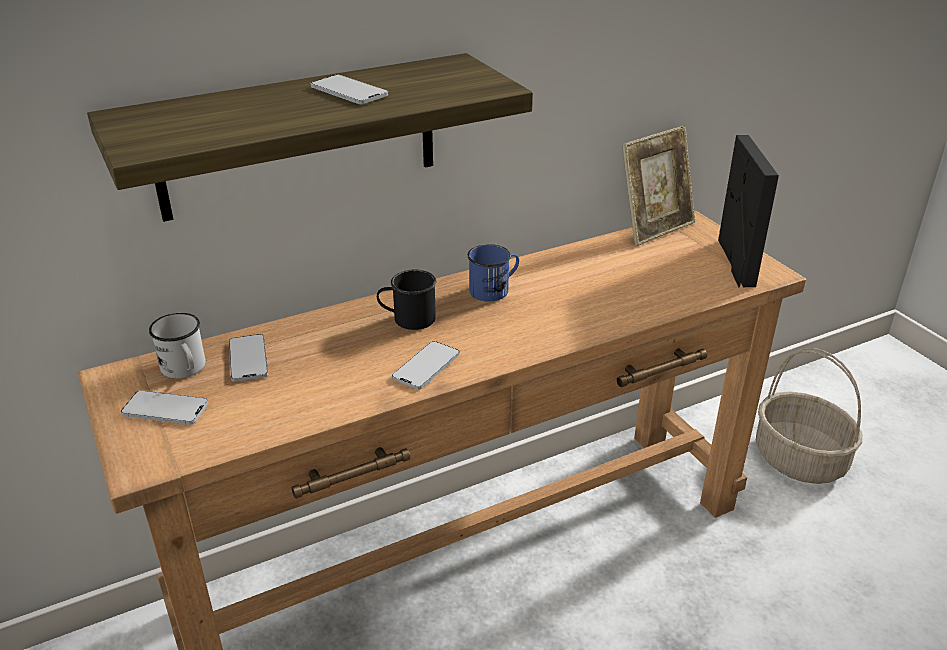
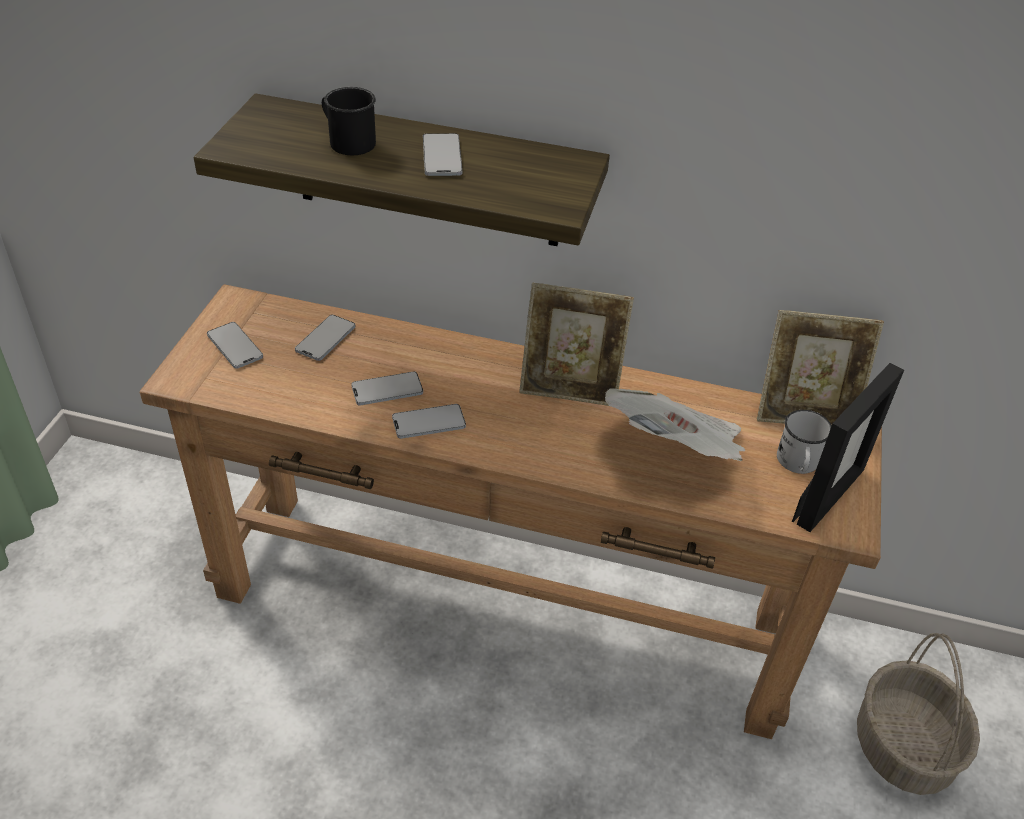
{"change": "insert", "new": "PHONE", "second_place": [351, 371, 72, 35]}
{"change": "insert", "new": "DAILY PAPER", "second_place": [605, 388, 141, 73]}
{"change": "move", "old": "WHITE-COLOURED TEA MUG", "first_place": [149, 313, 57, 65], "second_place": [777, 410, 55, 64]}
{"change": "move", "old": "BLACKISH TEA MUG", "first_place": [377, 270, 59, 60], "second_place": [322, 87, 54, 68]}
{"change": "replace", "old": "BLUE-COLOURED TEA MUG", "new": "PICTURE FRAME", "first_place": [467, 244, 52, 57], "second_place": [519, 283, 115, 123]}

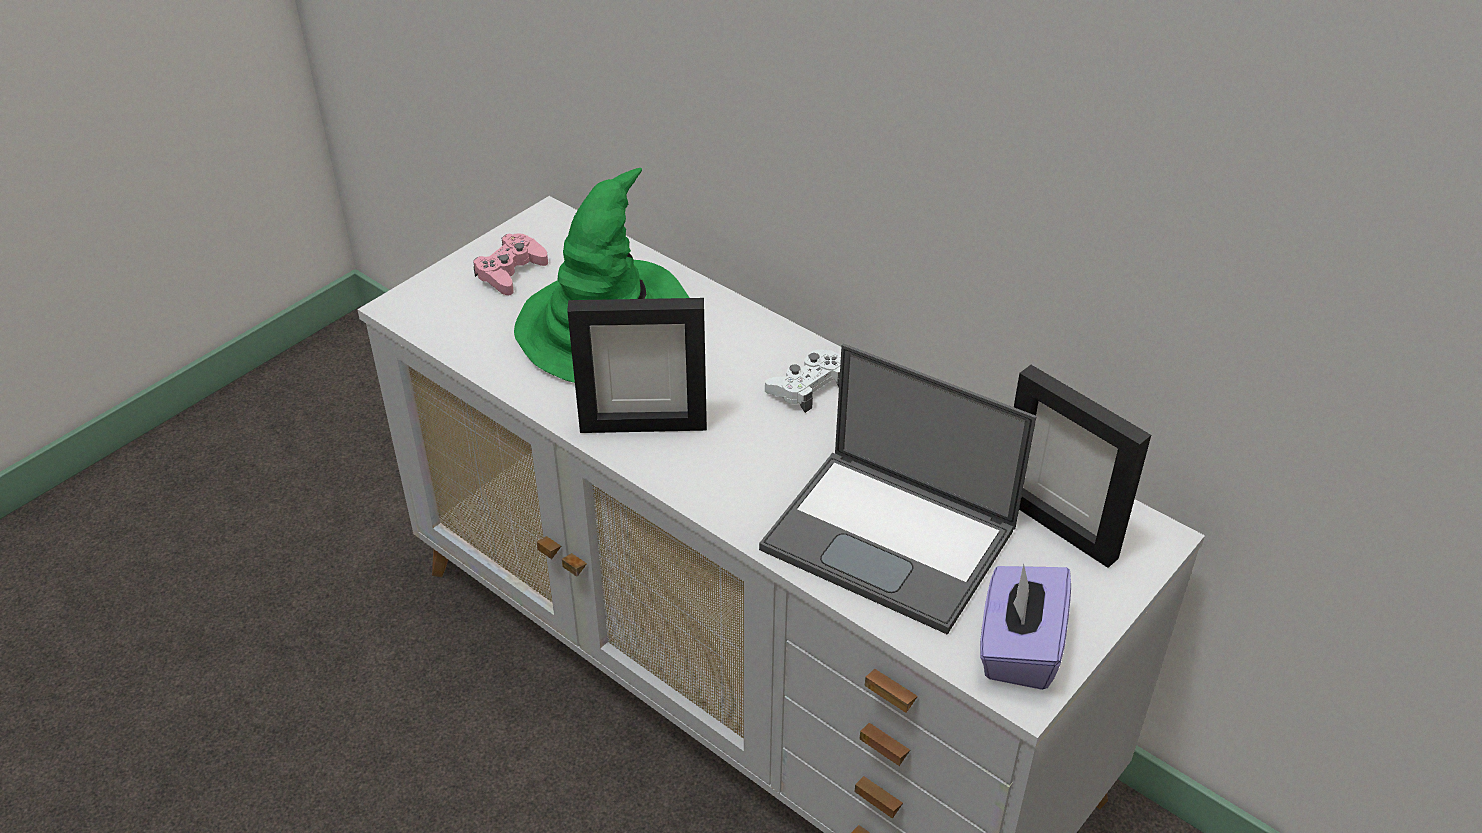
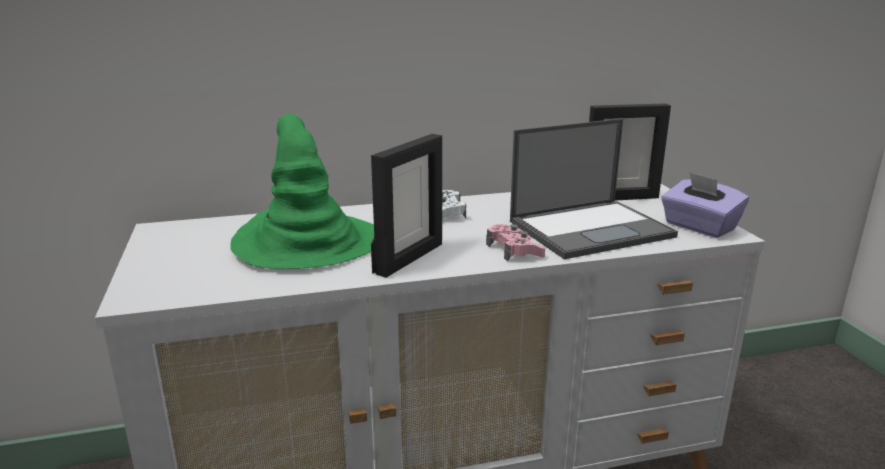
{"change": "move", "old": "PINKISH GAMEPAD", "first_place": [473, 233, 75, 62], "second_place": [486, 224, 59, 37]}

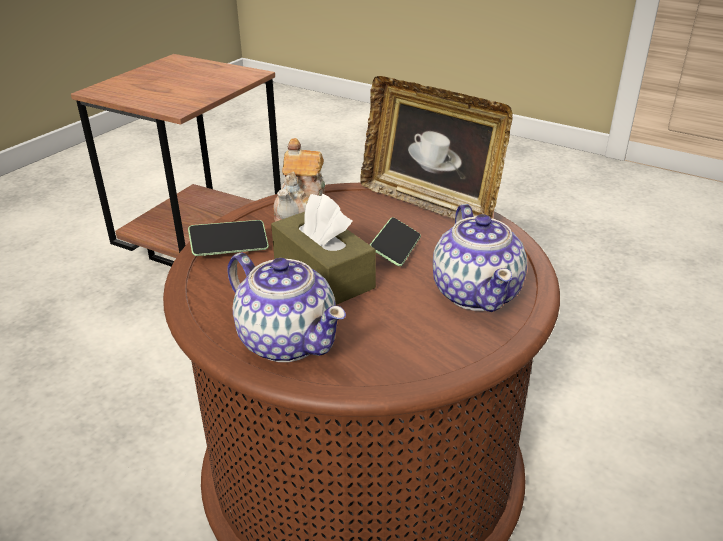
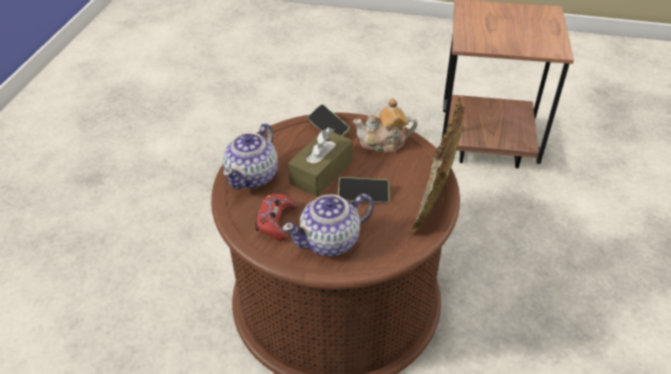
{"change": "insert", "new": "REDDISH GAMEPAD", "second_place": [255, 193, 41, 48]}

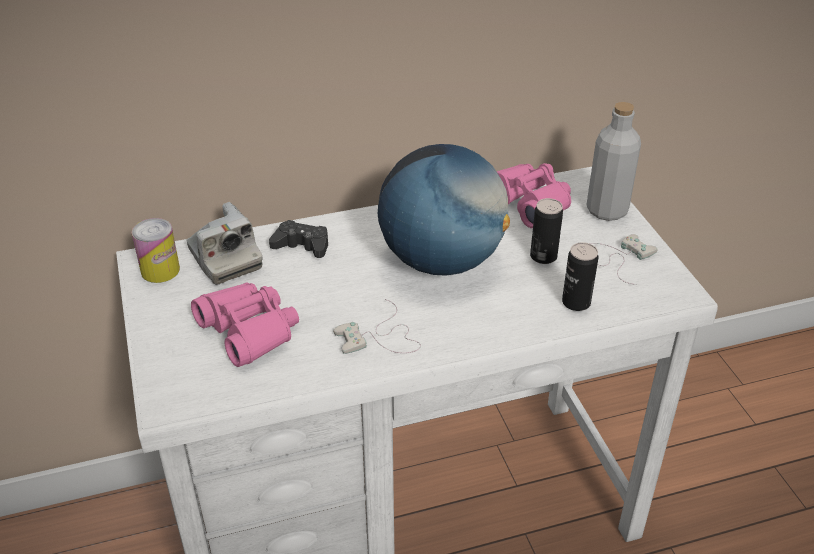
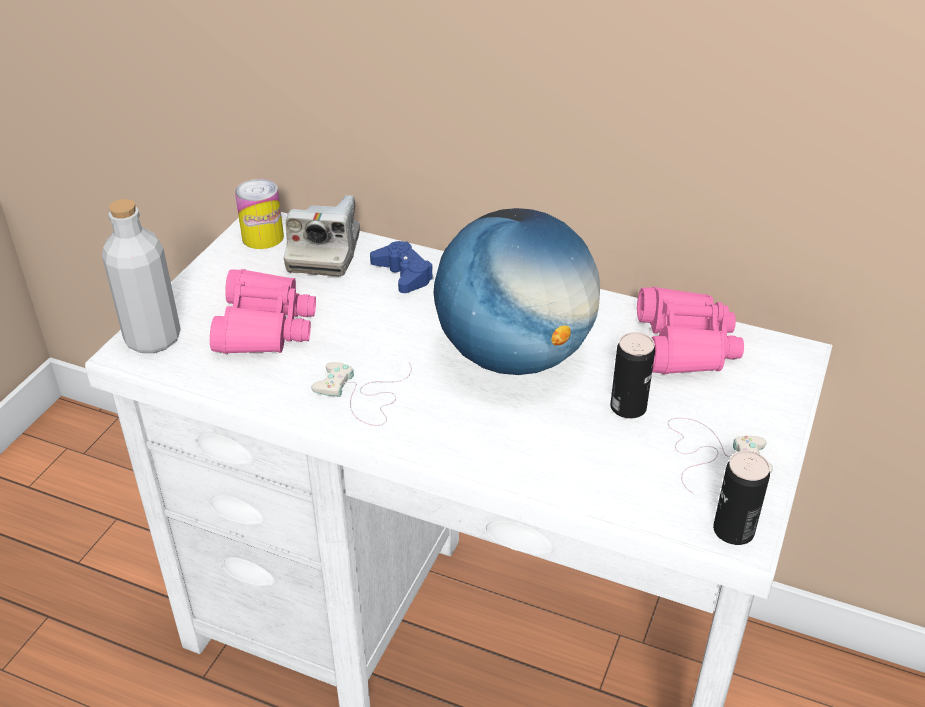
{"change": "move", "old": "SEALED CAN", "first_place": [562, 242, 36, 69], "second_place": [713, 451, 57, 94]}
{"change": "move", "old": "GREYISH DRINK BOTTLE", "first_place": [586, 102, 55, 119], "second_place": [102, 199, 79, 154]}
{"change": "recolor", "old": "BLACKISH GAMEPAD", "new": "BLUE-COLOURED GAMEPAD", "first_place": [269, 220, 59, 38], "second_place": [370, 241, 64, 52]}

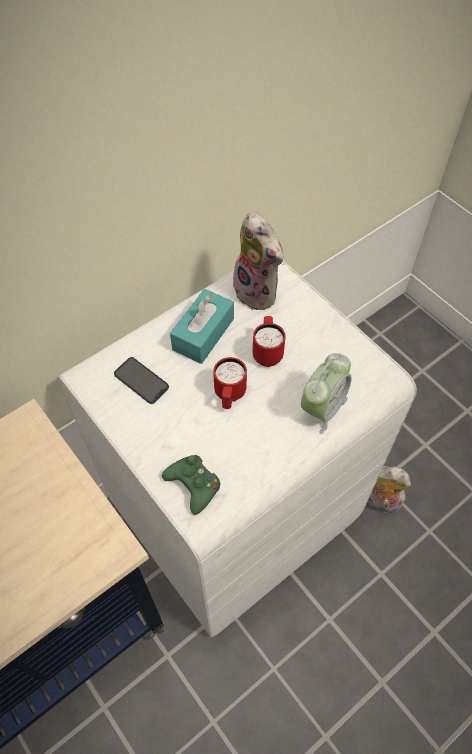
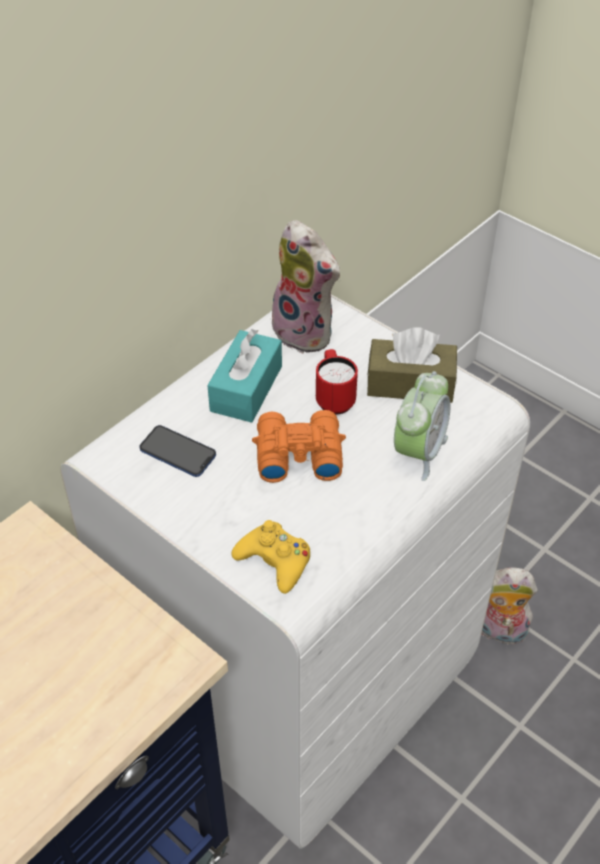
{"change": "insert", "new": "BROWN TISSUE HOLDER", "second_place": [367, 327, 90, 76]}
{"change": "replace", "old": "REDDISH TEA MUG", "new": "ORANGE-COLOURED PAIR OF BINOCULARS", "first_place": [213, 357, 34, 52], "second_place": [252, 410, 94, 73]}
{"change": "recolor", "old": "GREEN-COLOURED GAMEPAD", "new": "YELLOW GAMEPAD", "first_place": [162, 455, 58, 60], "second_place": [231, 520, 79, 74]}

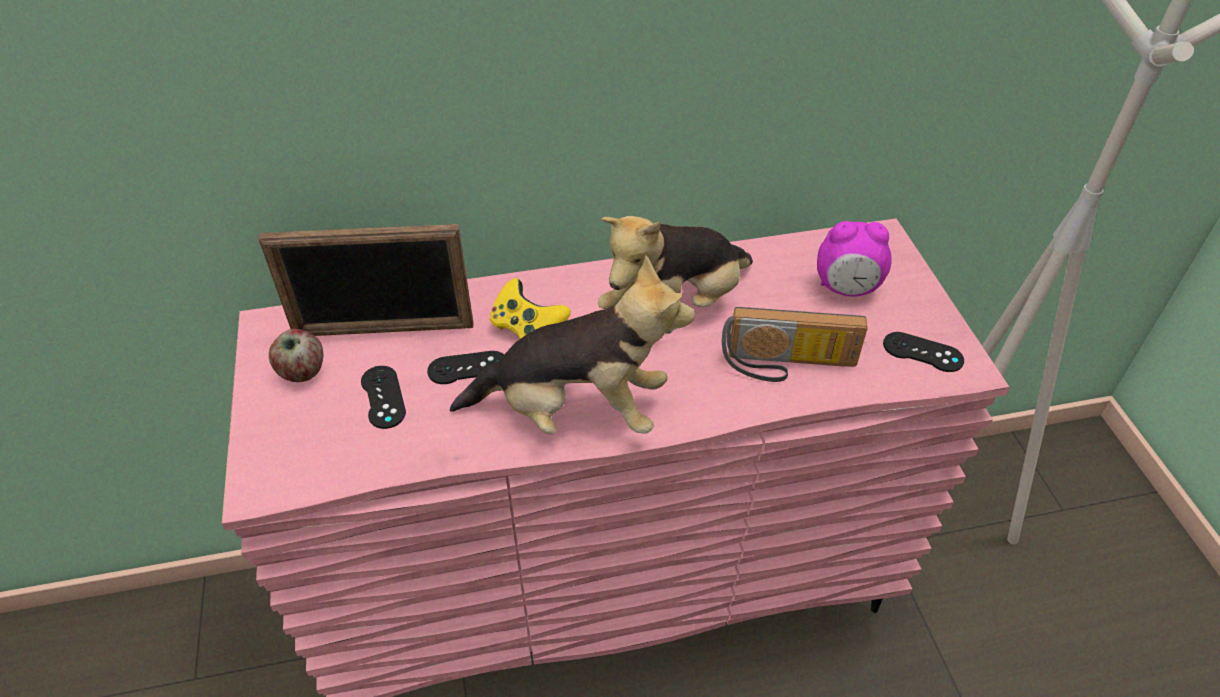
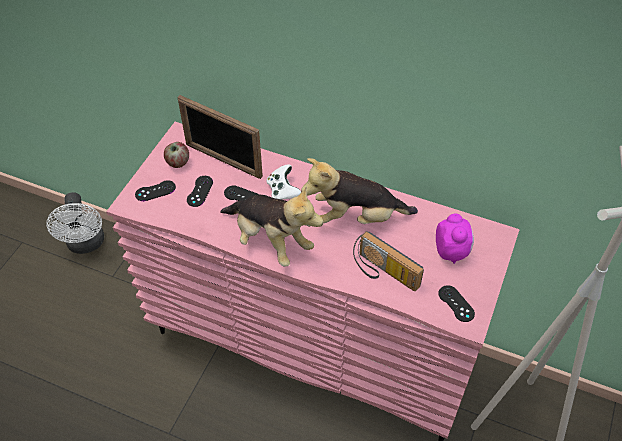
{"change": "insert", "new": "WHITE-COLOURED COOLING FAN", "second_place": [46, 192, 58, 62]}
{"change": "insert", "new": "BLACKISH GAMEPAD", "second_place": [135, 180, 41, 21]}
{"change": "recolor", "old": "YELLOW GAMEPAD", "new": "WHITE-COLOURED GAMEPAD", "first_place": [490, 278, 81, 61], "second_place": [266, 164, 35, 36]}
{"change": "rotate", "old": "ALARM CLOCK", "first_place": [817, 221, 75, 76], "second_place": [436, 214, 38, 50], "degrees": -135}

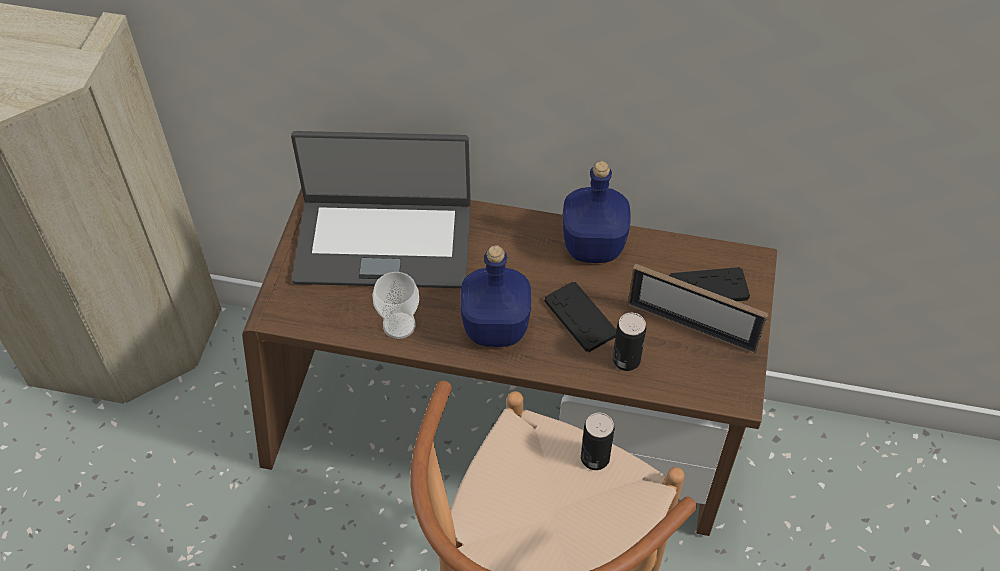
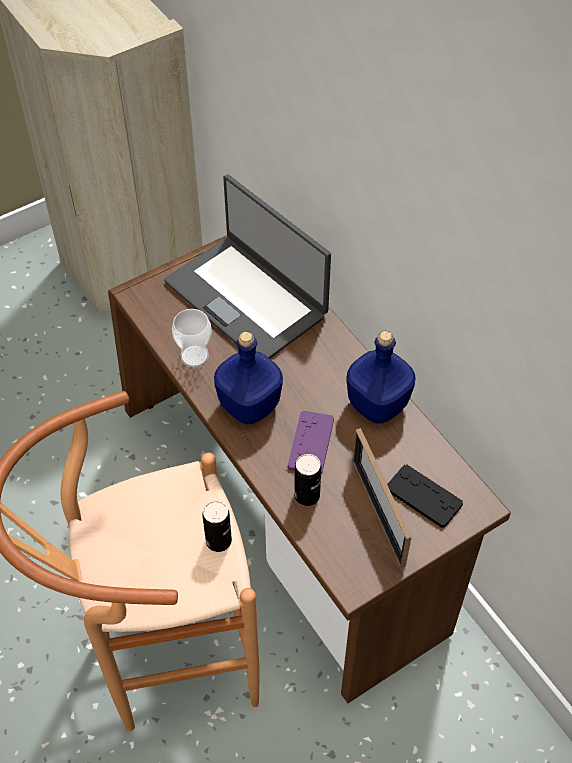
{"change": "recolor", "old": "BLACKISH GAMEPAD", "new": "PURPLE GAMEPAD", "first_place": [545, 282, 71, 70], "second_place": [288, 411, 46, 63]}

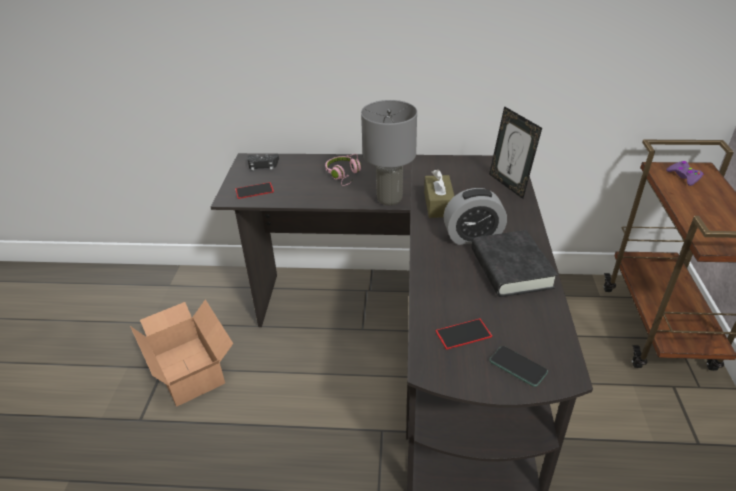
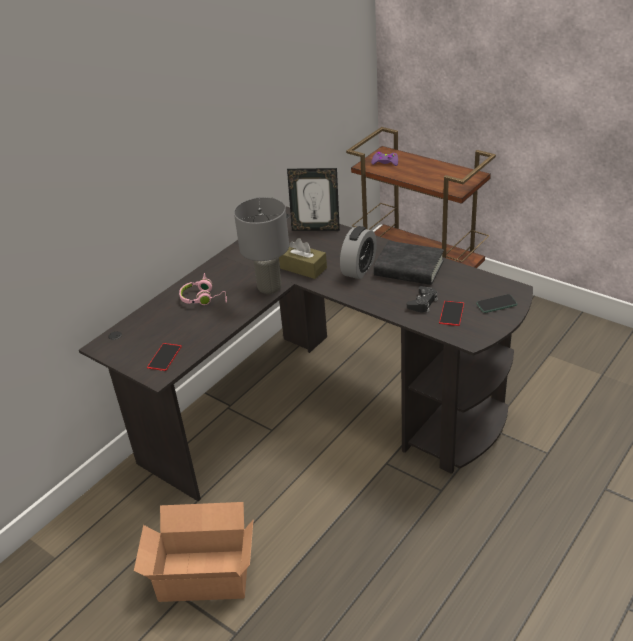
{"change": "move", "old": "BLACKISH GAMEPAD", "first_place": [247, 154, 32, 17], "second_place": [407, 286, 31, 26]}

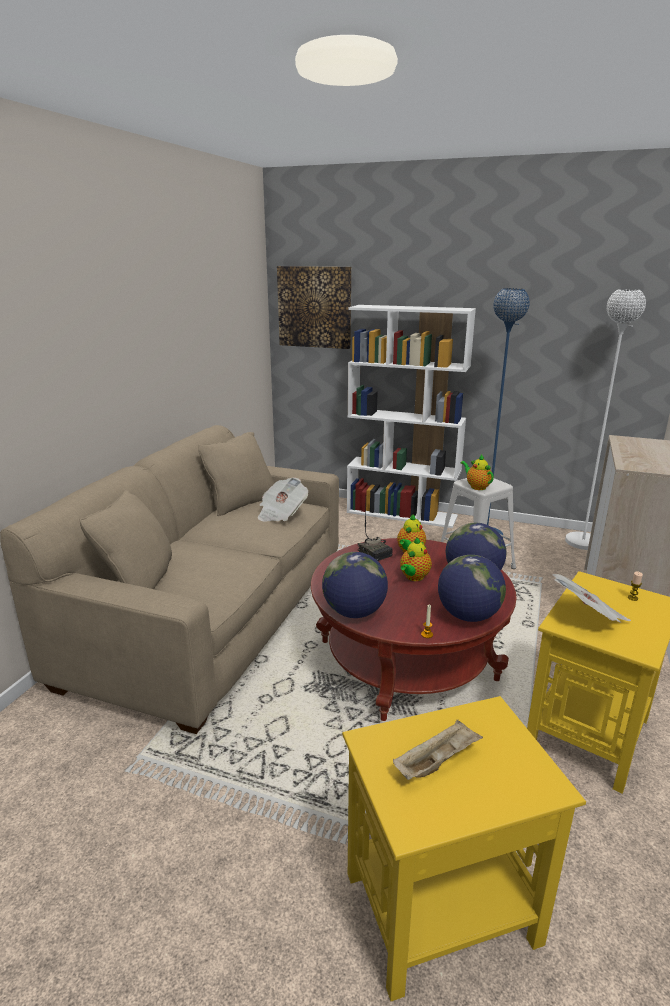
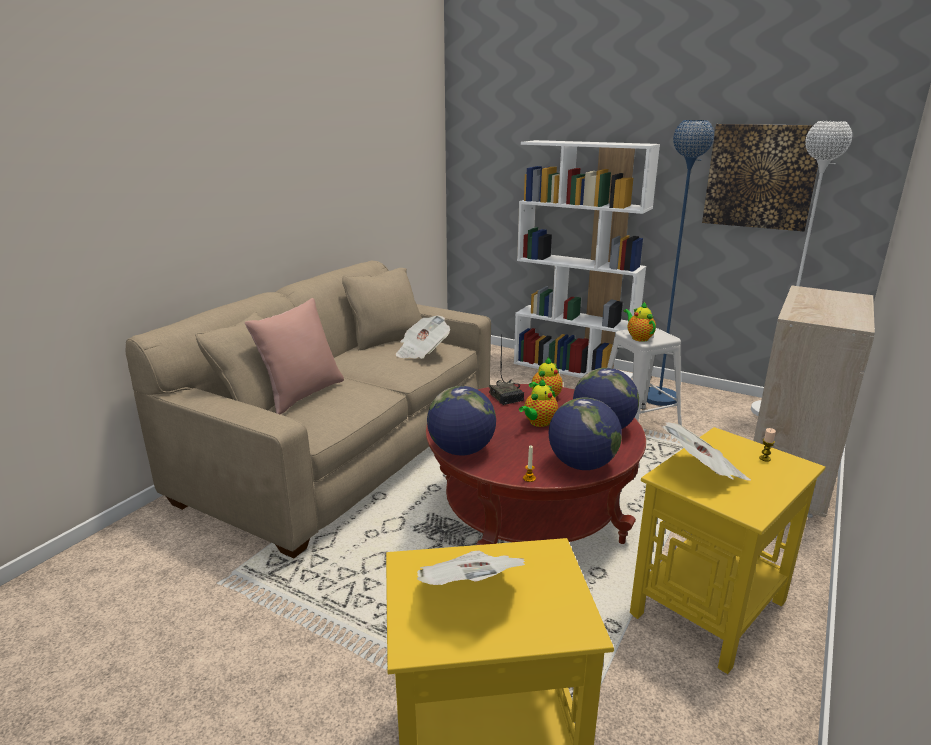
{"change": "insert", "new": "PINKISH THROW PILLOW", "second_place": [245, 298, 99, 116]}
{"change": "move", "old": "PICTURE", "first_place": [277, 266, 74, 83], "second_place": [702, 124, 116, 107]}
{"change": "replace", "old": "BEIGE-COLOURED TRAY", "new": "DAILY PAPER", "first_place": [393, 720, 90, 60], "second_place": [417, 550, 108, 35]}

